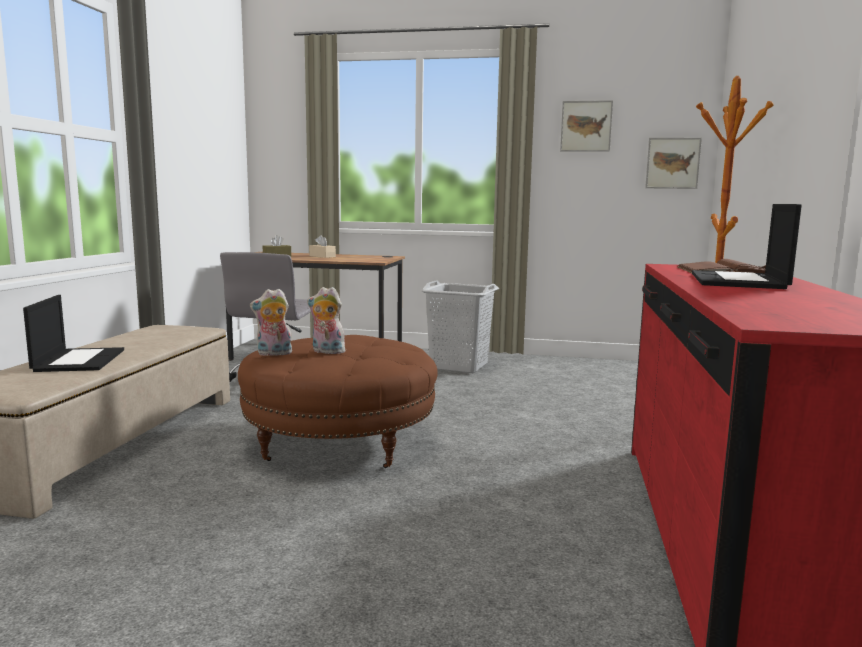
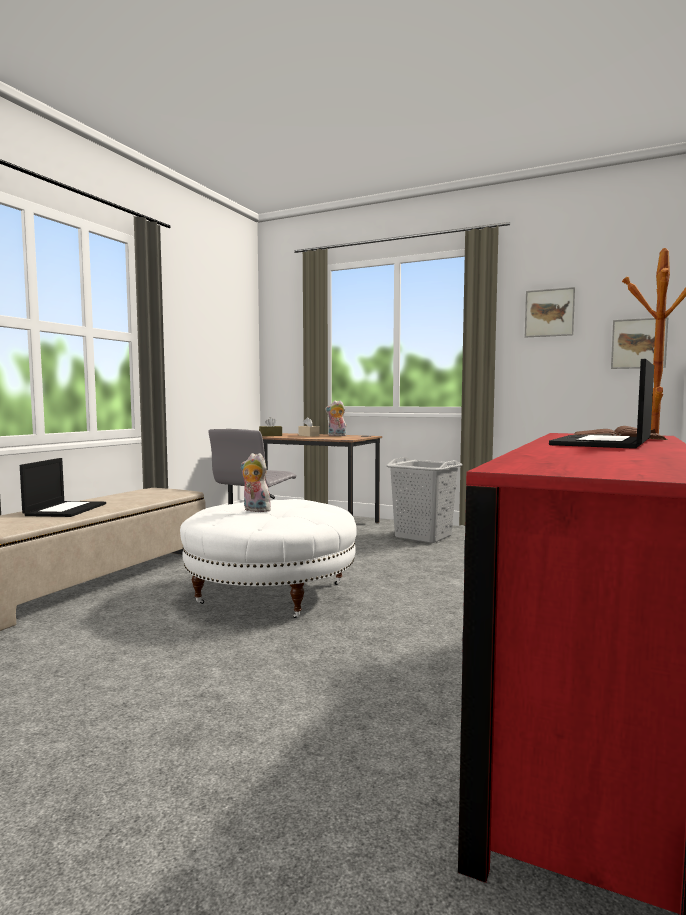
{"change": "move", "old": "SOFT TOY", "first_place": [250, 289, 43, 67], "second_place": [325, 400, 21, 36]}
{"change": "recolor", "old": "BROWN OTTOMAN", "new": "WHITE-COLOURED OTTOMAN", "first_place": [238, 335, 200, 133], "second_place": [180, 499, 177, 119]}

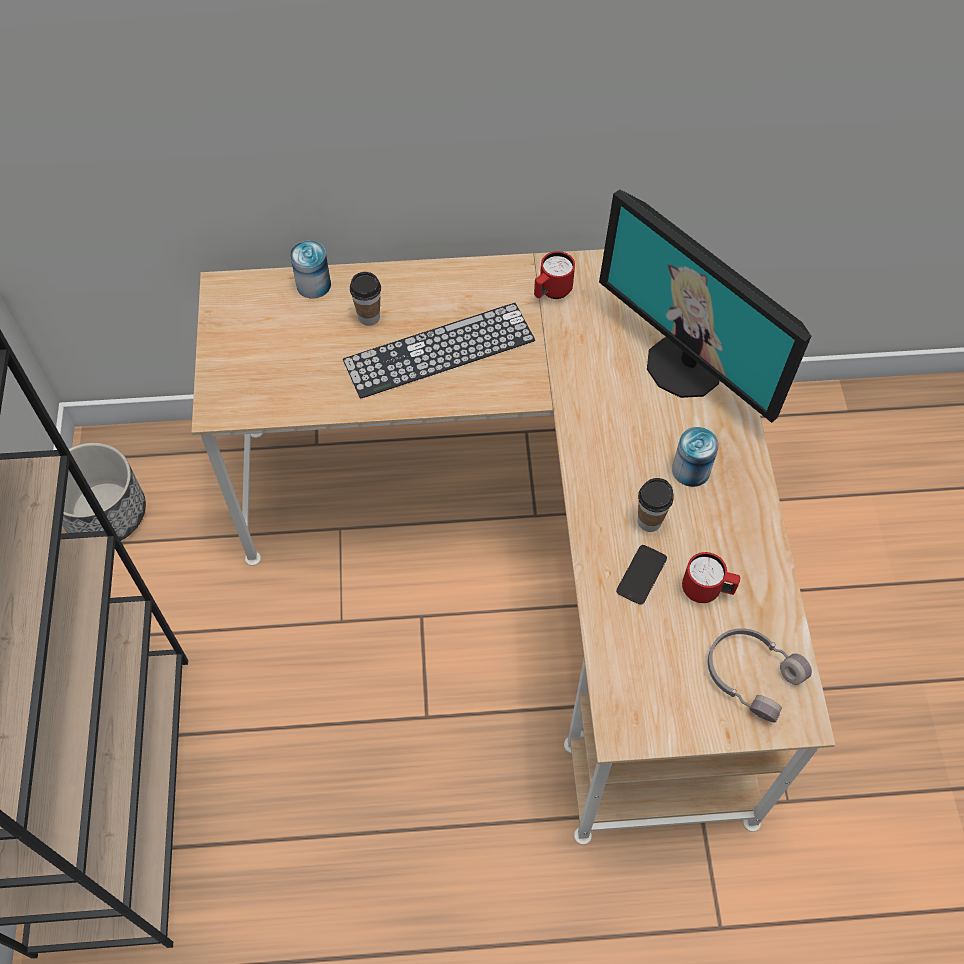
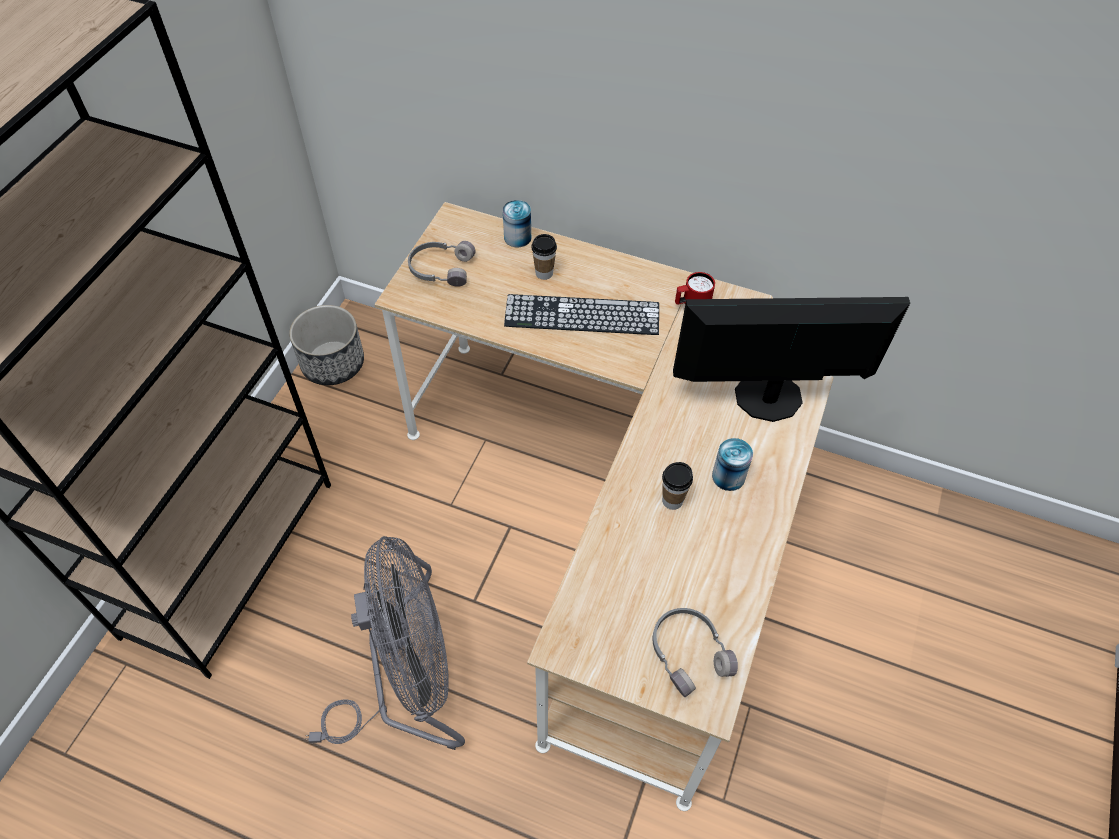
{"change": "delete", "old": "PHONE", "first_place": [616, 545, 51, 60]}
{"change": "delete", "old": "REDDISH TEA MUG", "first_place": [682, 552, 58, 51]}
{"change": "insert", "new": "GREYISH COOLING FAN", "second_place": [306, 536, 159, 214]}
{"change": "insert", "new": "GREYISH PAIR OF HEADPHONES", "second_place": [408, 241, 68, 46]}
{"change": "rotate", "old": "MONITOR", "first_place": [599, 190, 212, 233], "second_place": [673, 297, 237, 125], "degrees": 105}

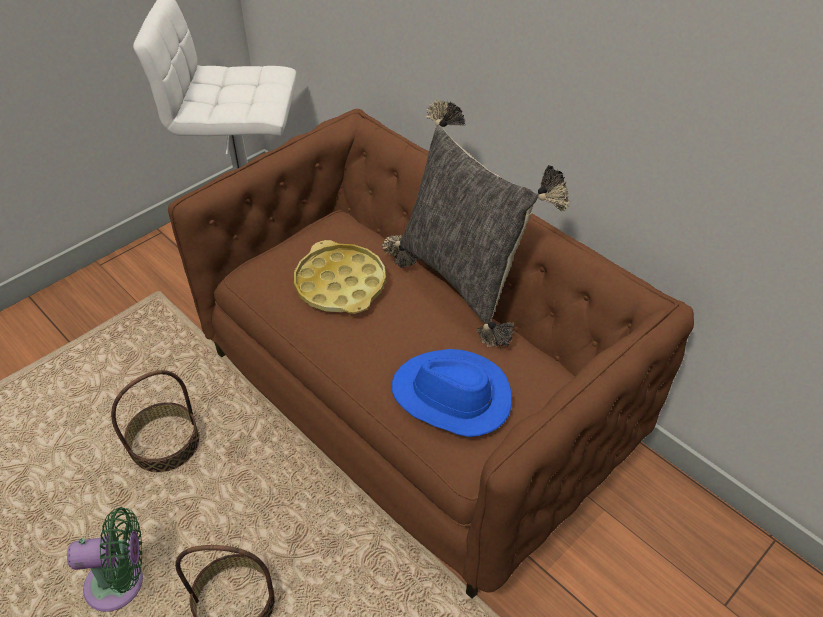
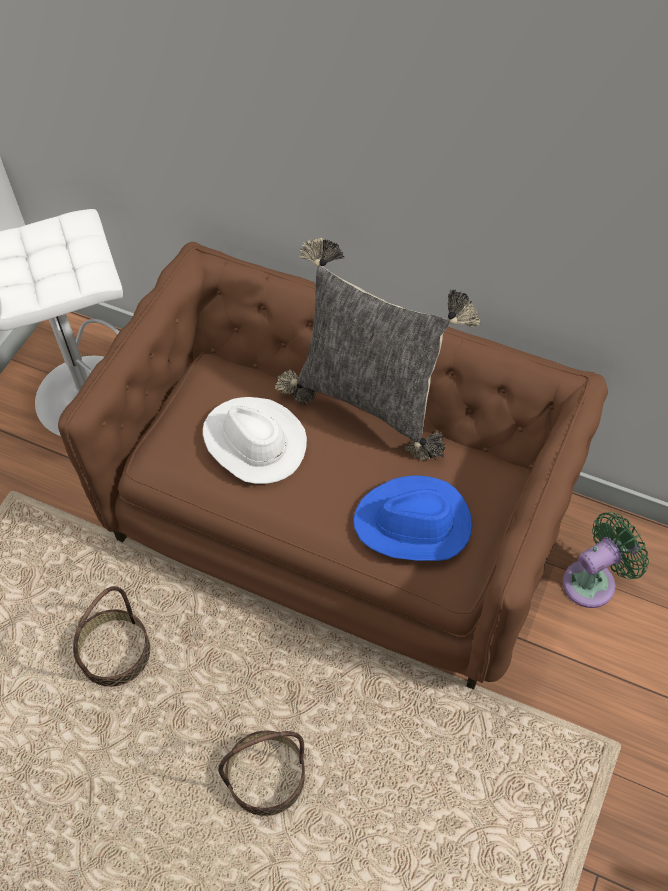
{"change": "move", "old": "GREEN-COLOURED COOLING FAN", "first_place": [67, 507, 76, 105], "second_place": [563, 512, 86, 96]}
{"change": "replace", "old": "YELLOW TRAY", "new": "WHITE-COLOURED CLOTHING HAT", "first_place": [294, 240, 92, 74], "second_place": [203, 397, 104, 87]}

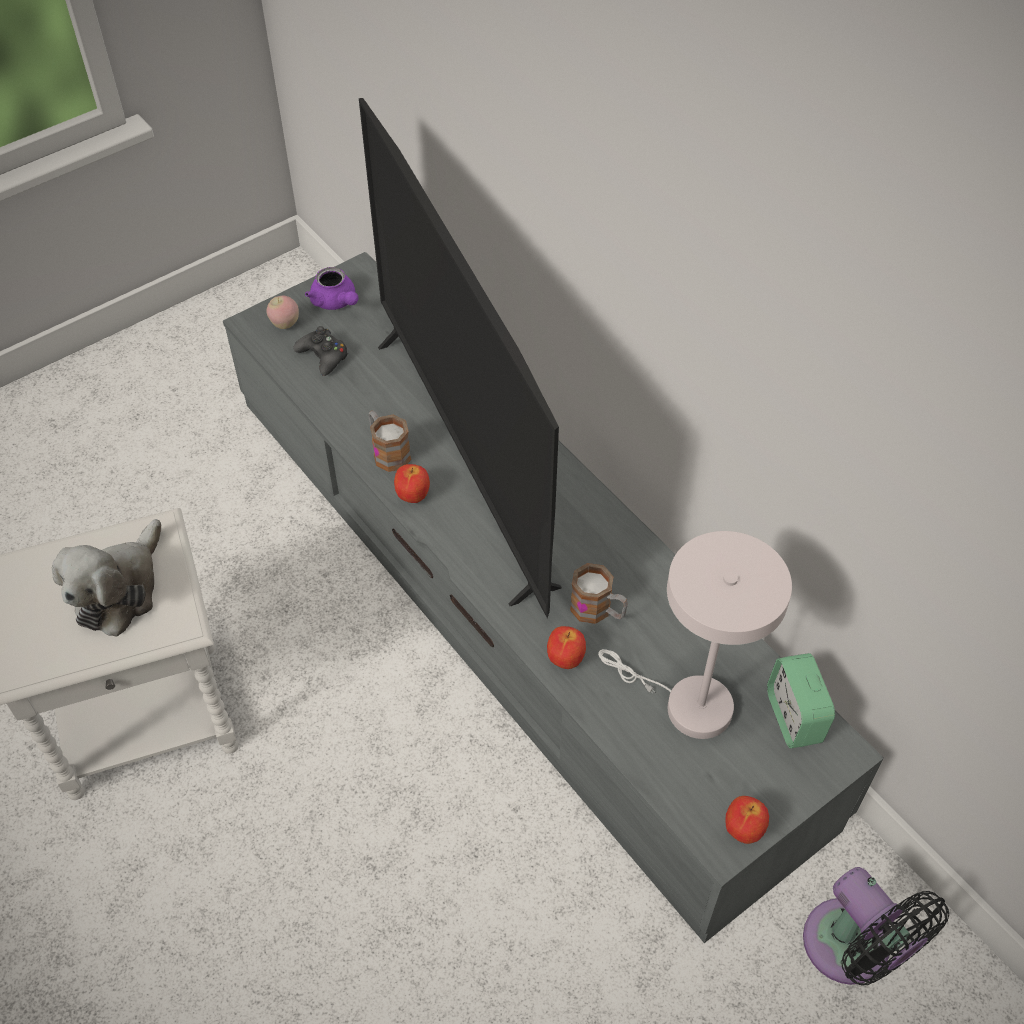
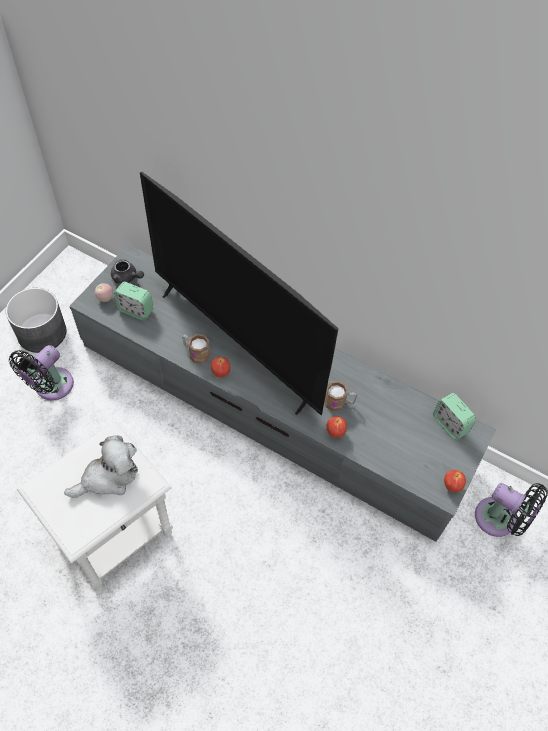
{"change": "delete", "old": "WHITE-COLOURED LAMP FOR A TABLE", "first_place": [598, 531, 194, 208]}
{"change": "insert", "new": "GREYISH PLANT POT", "second_place": [6, 288, 61, 65]}
{"change": "insert", "new": "BLACKISH COOLING FAN", "second_place": [9, 345, 65, 56]}
{"change": "replace", "old": "BLACKISH GAMEPAD", "new": "ALARM CLOCK", "first_place": [294, 326, 54, 50], "second_place": [114, 282, 39, 39]}
{"change": "recolor", "old": "PURPLE TEAPOT", "new": "GREYISH TEAPOT", "first_place": [305, 267, 54, 43], "second_place": [111, 259, 33, 25]}
{"change": "rotate", "old": "SOFT TOY", "first_place": [52, 519, 109, 118], "second_place": [64, 436, 74, 62], "degrees": -120}

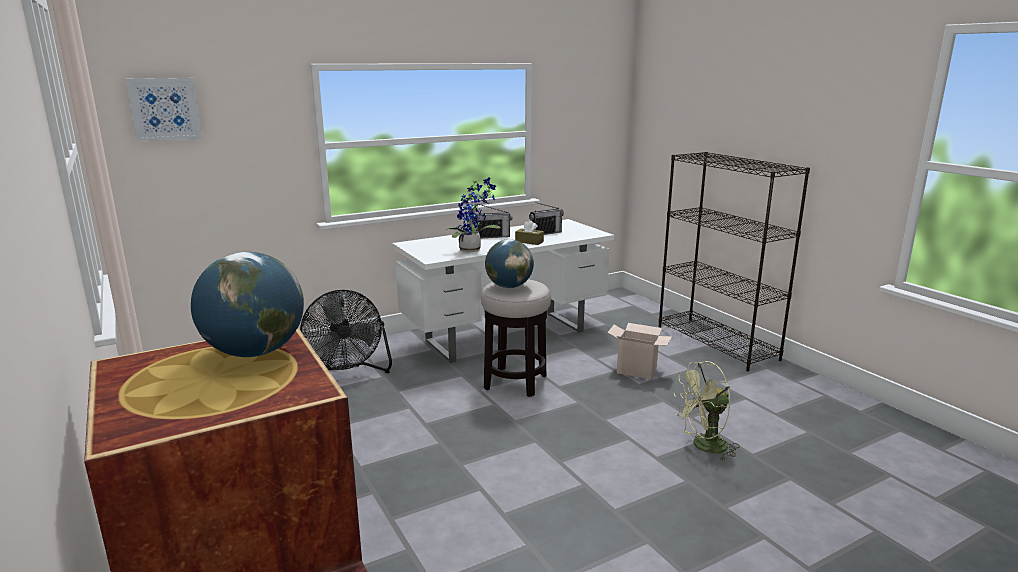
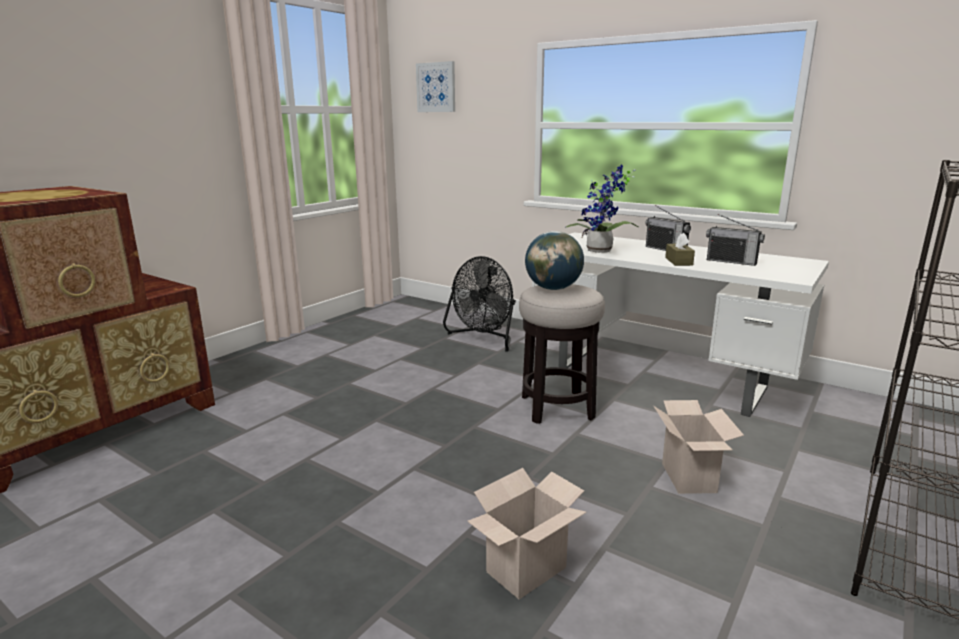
{"change": "delete", "old": "WORLD GLOBE", "first_place": [191, 252, 113, 105]}
{"change": "replace", "old": "GREEN-COLOURED COOLING FAN", "new": "CARDBOARD BOX", "first_place": [674, 361, 66, 99], "second_place": [467, 468, 120, 131]}

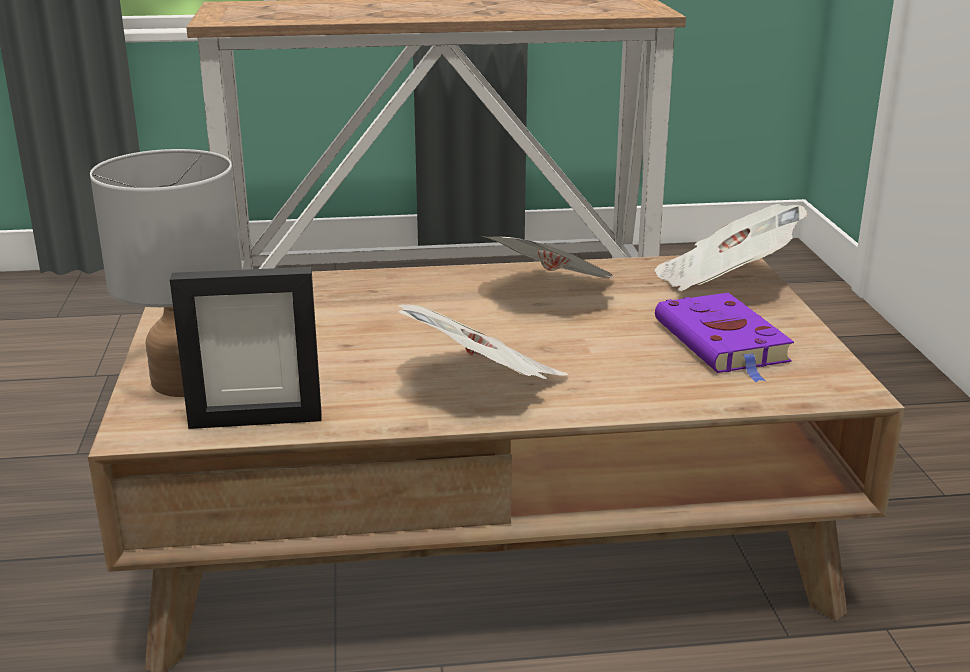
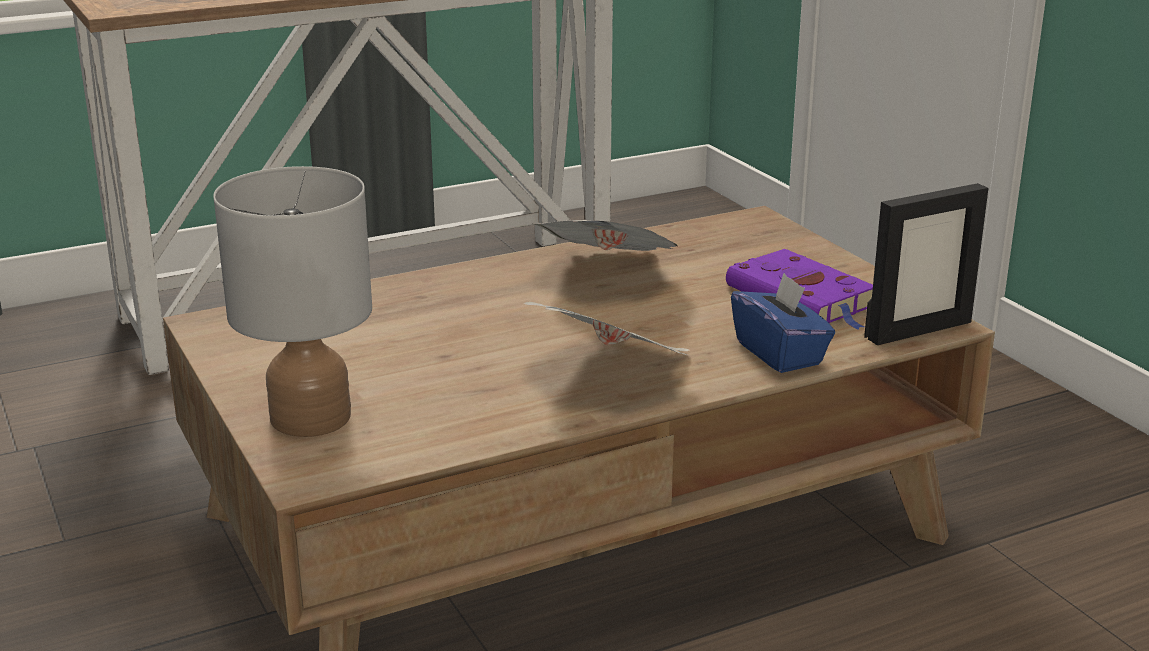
{"change": "delete", "old": "DAILY PAPER", "first_place": [654, 204, 153, 87]}
{"change": "insert", "new": "BLUE-COLOURED TISSUE HOLDER", "second_place": [731, 273, 104, 100]}
{"change": "move", "old": "PICTURE FRAME", "first_place": [170, 267, 152, 162], "second_place": [864, 183, 124, 162]}

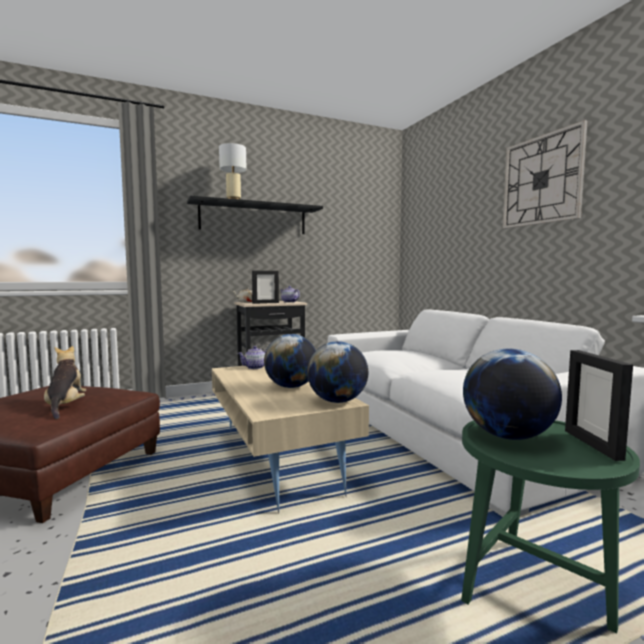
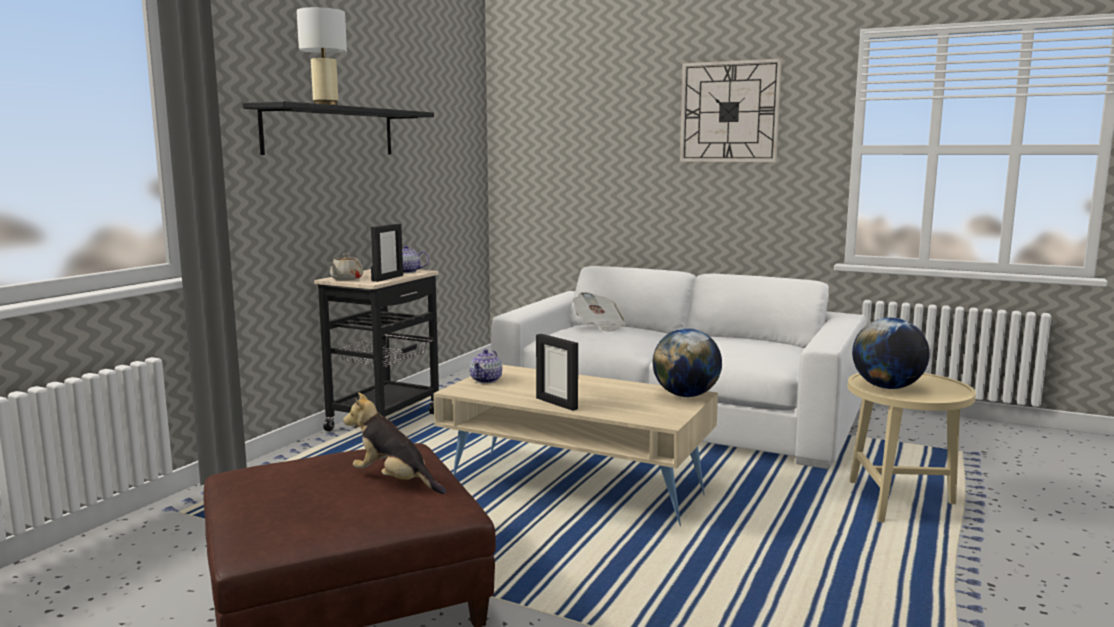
{"change": "delete", "old": "WORLD GLOBE", "first_place": [264, 334, 52, 54]}
{"change": "insert", "new": "DAILY PAPER", "second_place": [572, 292, 54, 40]}
{"change": "move", "old": "PICTURE FRAME", "first_place": [565, 350, 68, 111], "second_place": [536, 334, 42, 77]}
{"change": "recolor", "old": "GREEN-COLOURED SIDE TABLE", "new": "BEIGE-COLOURED SIDE TABLE", "first_place": [461, 420, 179, 214], "second_place": [847, 373, 129, 149]}

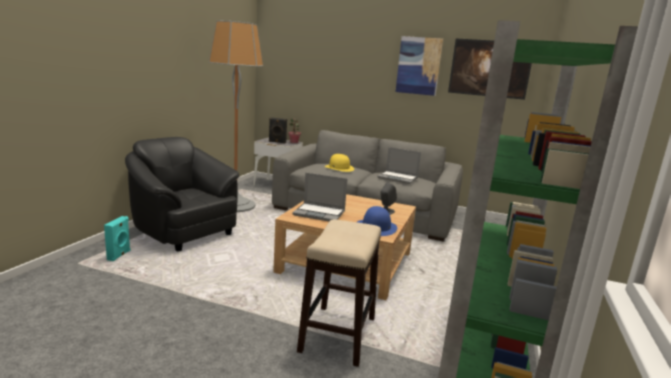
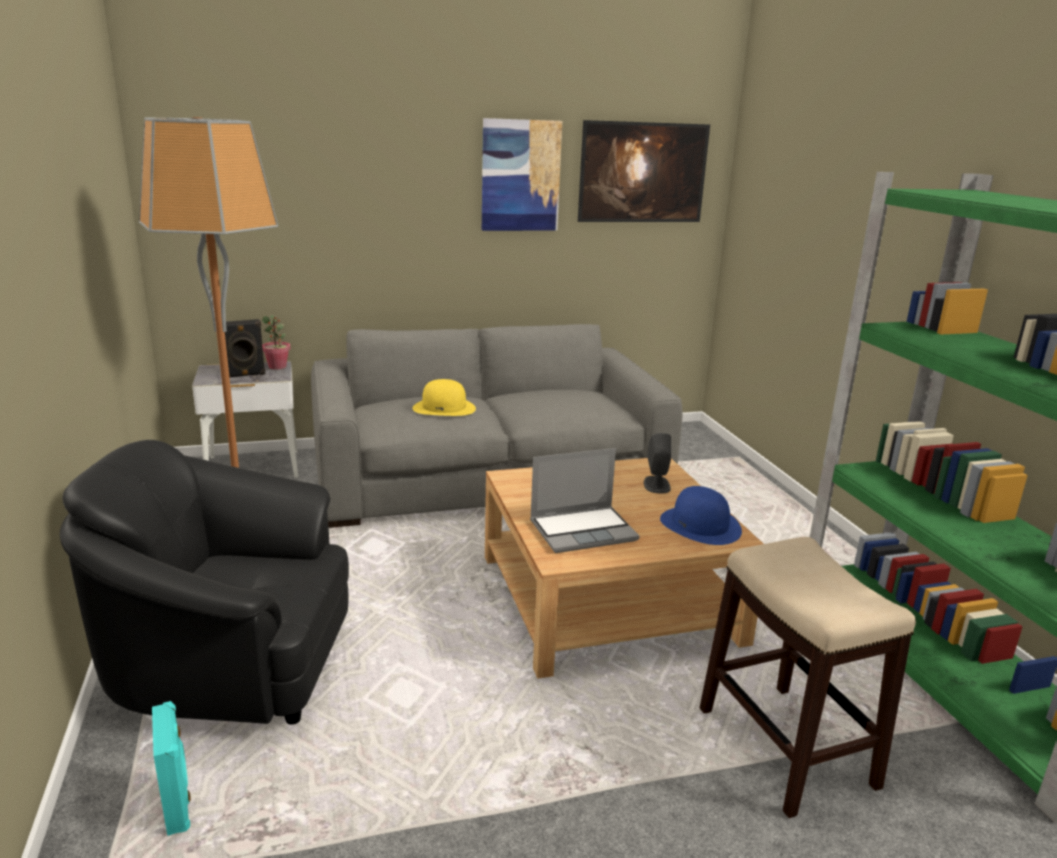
{"change": "delete", "old": "NOTEBOOK COMPUTER", "first_place": [377, 147, 44, 37]}

